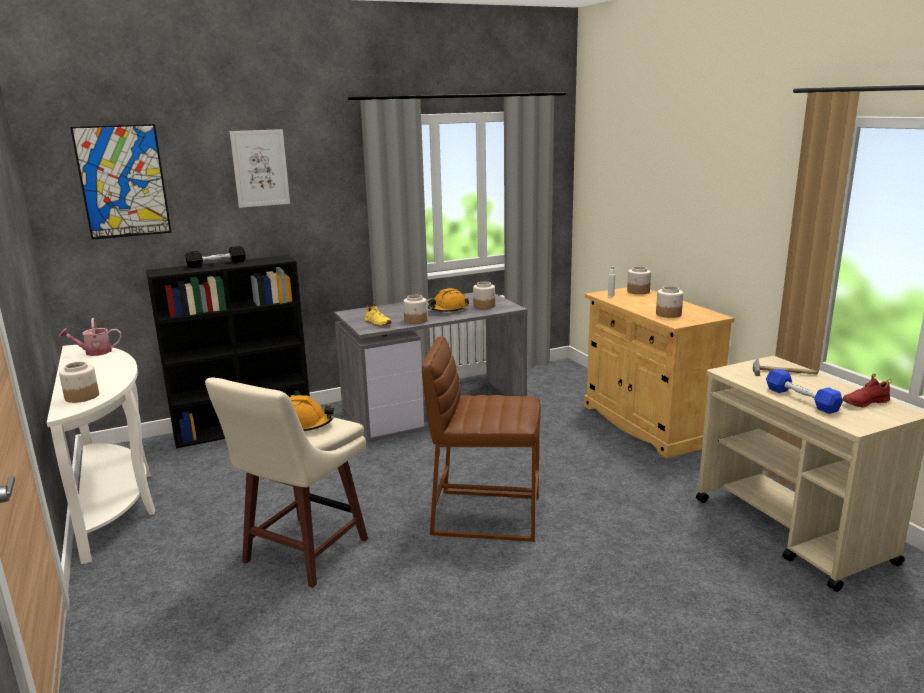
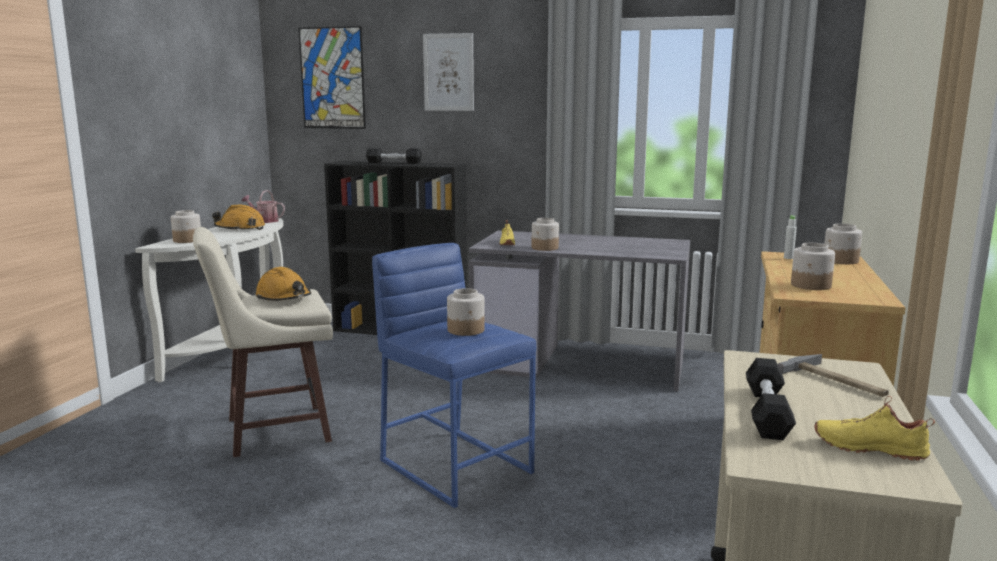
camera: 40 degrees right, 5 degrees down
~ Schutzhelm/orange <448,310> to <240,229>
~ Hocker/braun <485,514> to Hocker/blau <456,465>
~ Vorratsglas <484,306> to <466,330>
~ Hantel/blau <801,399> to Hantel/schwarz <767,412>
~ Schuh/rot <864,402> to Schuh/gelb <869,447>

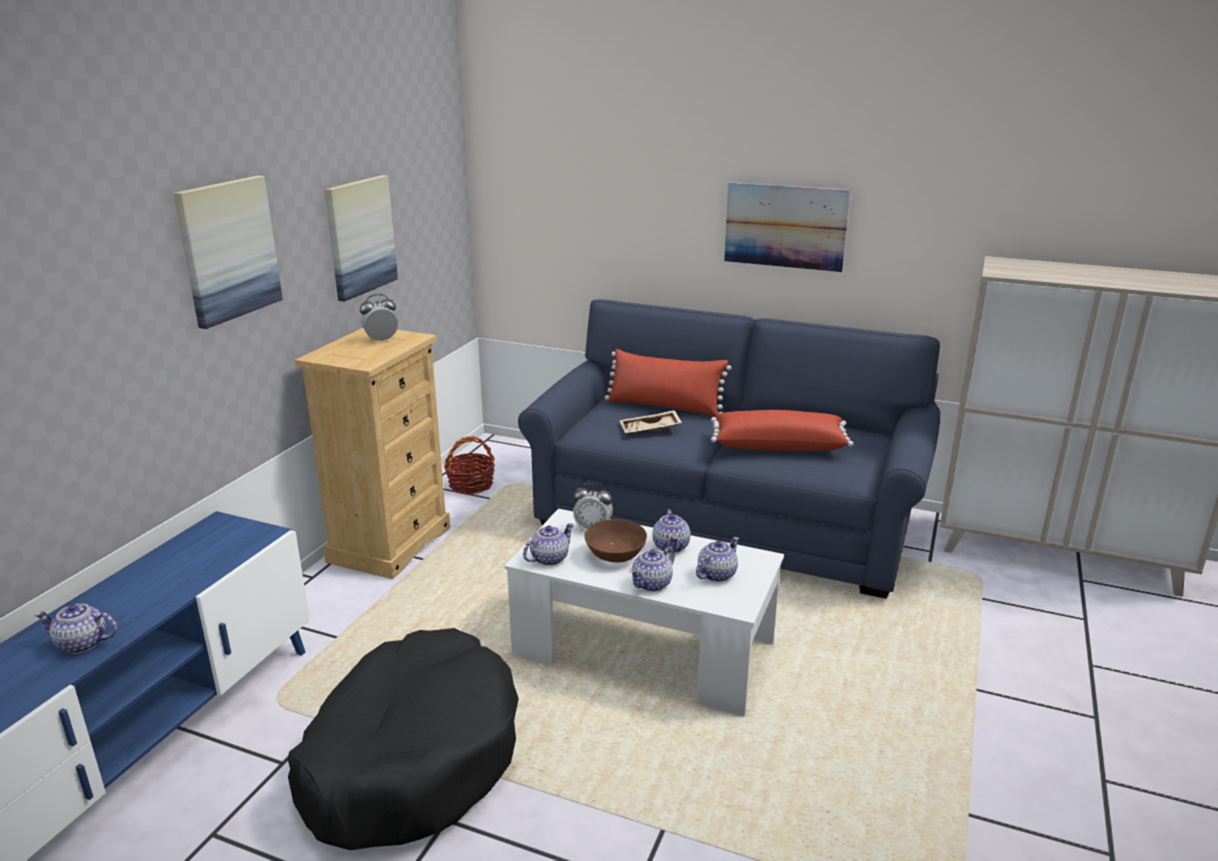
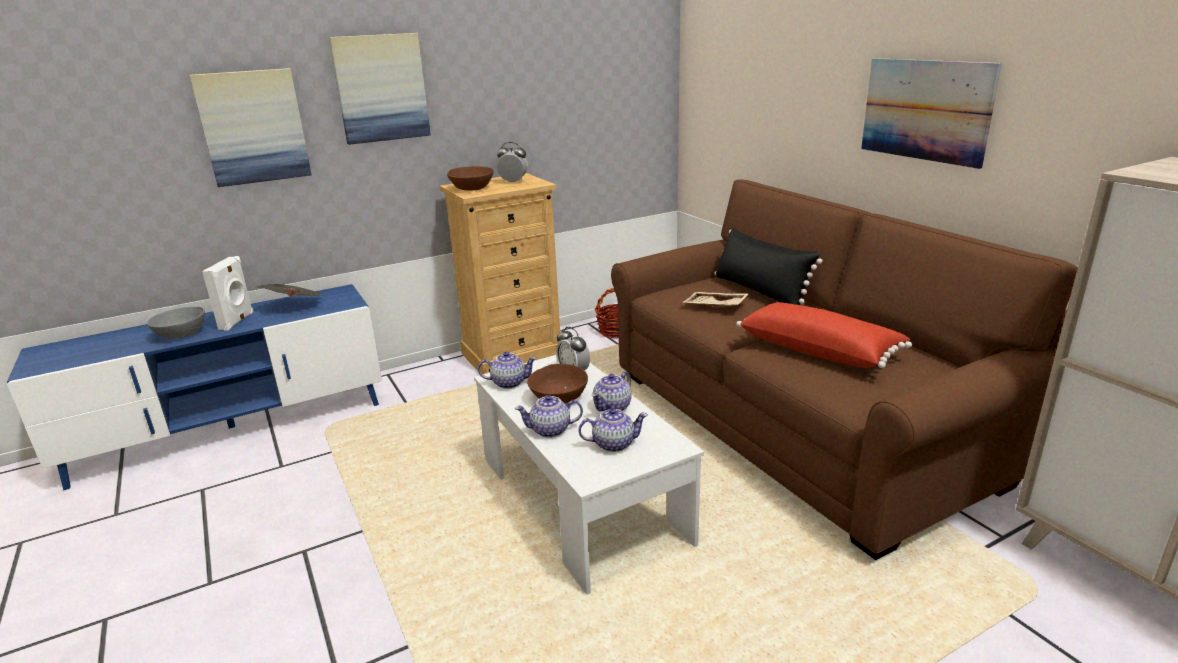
camera: 40 degrees right, 0 degrees up
~ Teekanne <82,644> to Schüssel/grau <181,334>
~ Bild <360,236> to <253,127>
+ Lautsprecher/weiß <237,321>
+ Zeitung <296,306>
+ Schüssel/braun <472,189>
~ Sofa/blau <726,522> to Sofa/braun <793,425>
~ Kissen/rot <664,407> to Kissen/schwarz <760,292>
- Hundebett/schwarz <411,757>

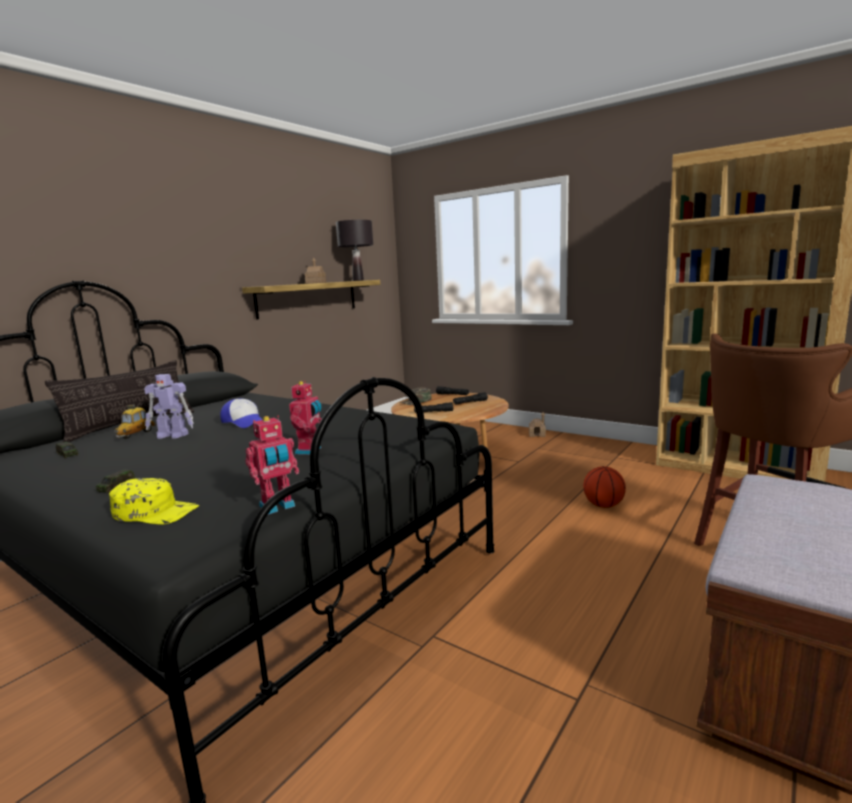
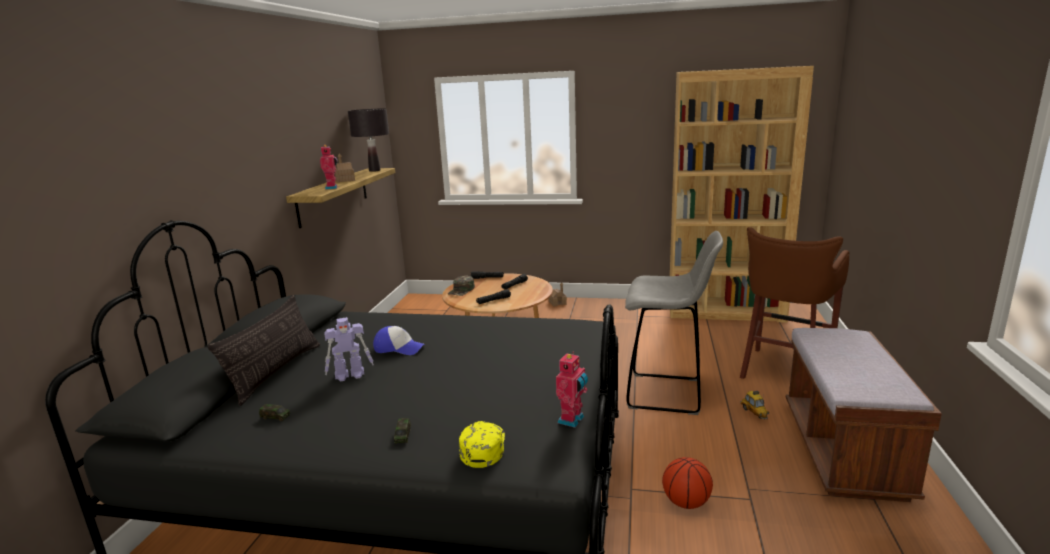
camera: 25 degrees left, 5 degrees up
~ Spielzeugroboter <310,451> to <332,187>
~ Kappe/gelb <156,511> = <482,446> 75 degrees counterclockwise
+ Hocker/grau <667,394>
~ Basketball <603,505> to <686,502>
~ Spielzeugauto <136,434> to <754,413>

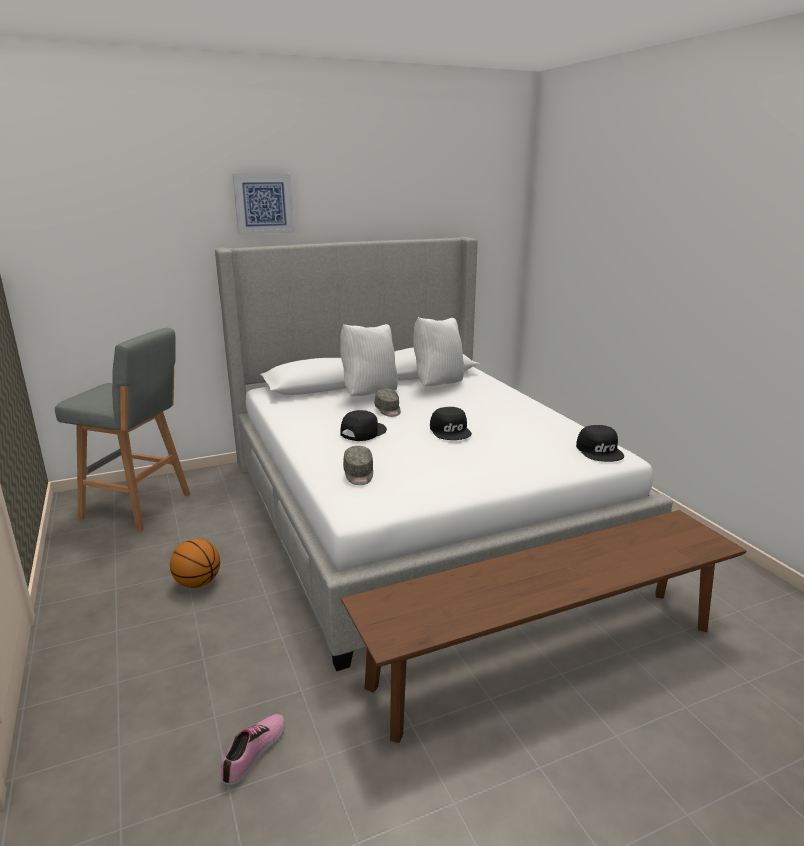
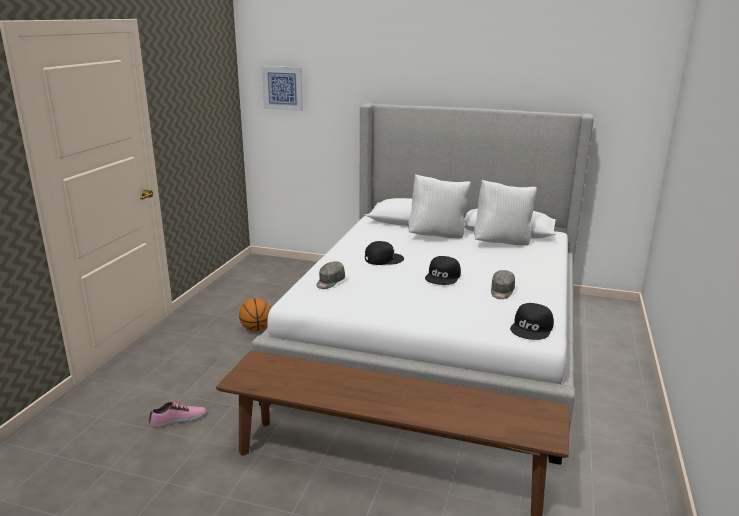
camera: 40 degrees right, 0 degrees up
~ Bild <263,203> to <283,88>
~ Kappe/grau <388,410> to <501,291>
- Hocker/grau <139,507>

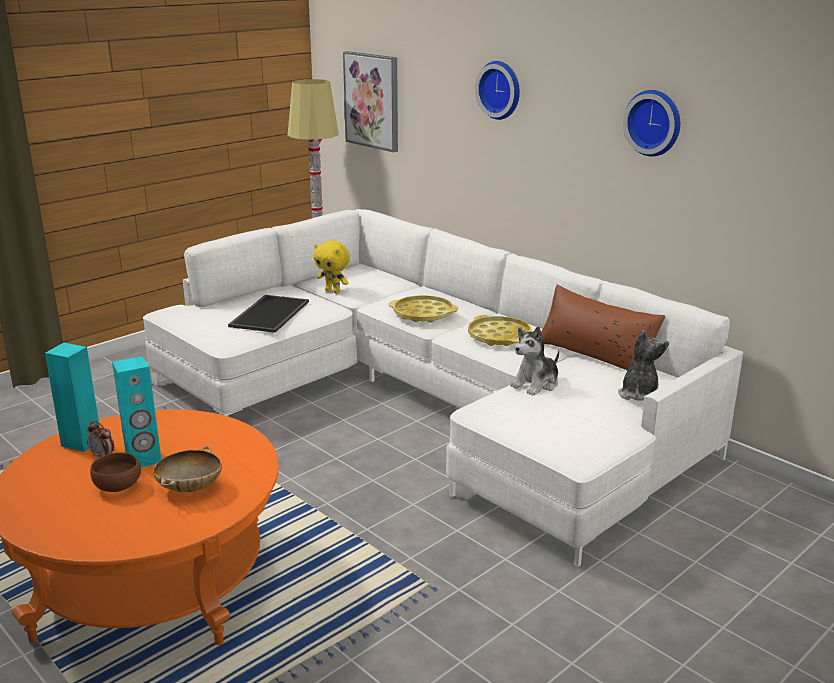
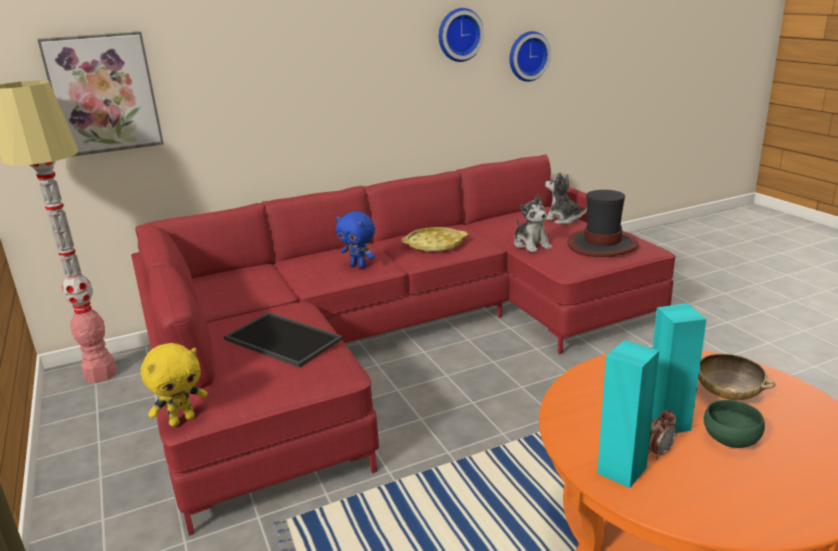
camera: 70 degrees left, 0 degrees up
~ Sofa/weiß <428,403> to Sofa/rot <393,341>
~ Plüschtier/gelb <333,291> to <182,420>
~ Tablett/gelb <423,314> to Plüschtier/blau <359,266>
~ Wanduhr <501,90> to <527,56>
+ Hut <602,245>
~ Schüssel/braun <118,486> to Schüssel/grün <729,439>
- Kissen/braun <595,355>

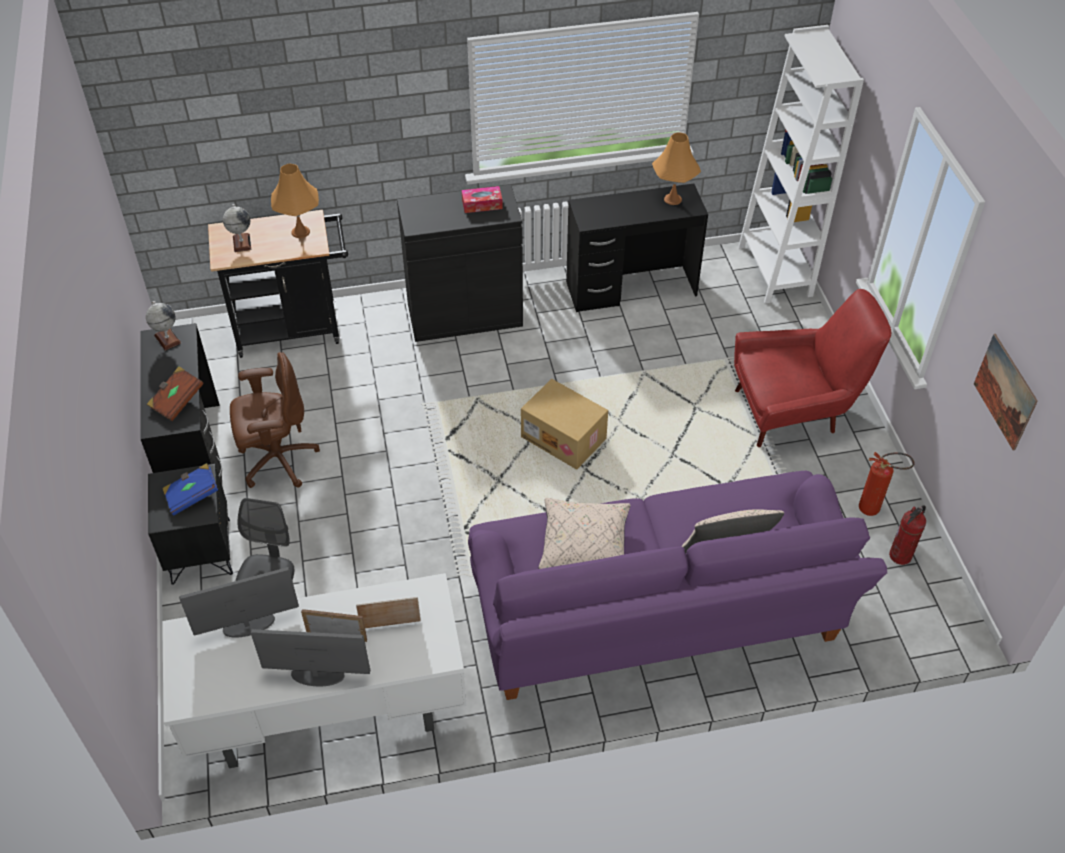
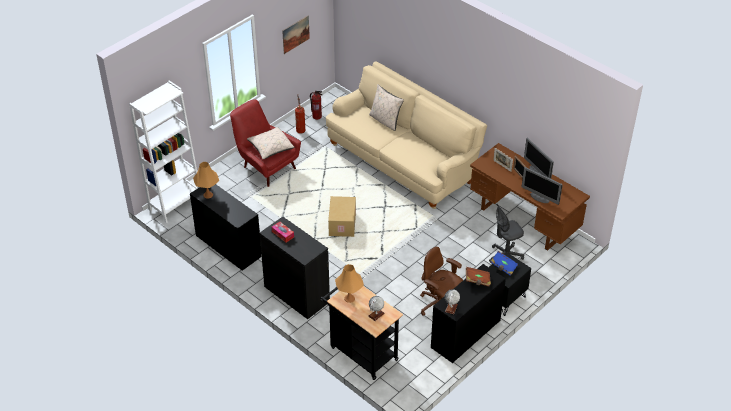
camera: 125 degrees left, 5 degrees down
~ Kissen/beige <584,547> to <271,148>
~ Sofa/lila <657,619> to Sofa/beige <403,161>
~ Schreibtisch/weiß <328,716> to Schreibtisch/braun <524,221>

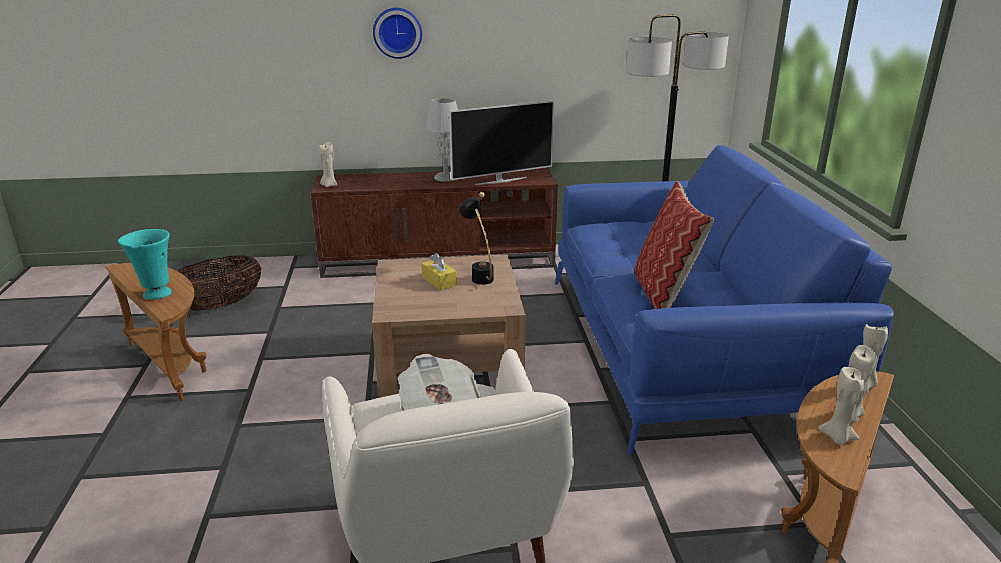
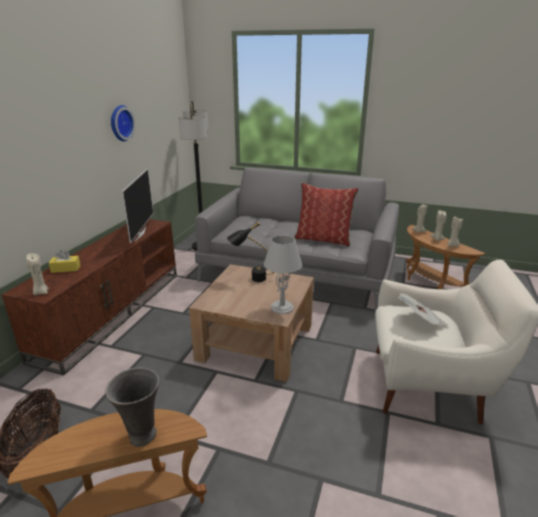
camera: 65 degrees left, 0 degrees up
~ Taschentuchbox/gelb <439,281> to <66,269>
~ Vase/türkis <156,294> to Vase/grau <141,436>
~ Wanduhr <397,32> to <120,123>
~ Sofa/blau <684,349> to Sofa/grau <299,270>
~ Tischlampe/grau <445,177> to <282,307>

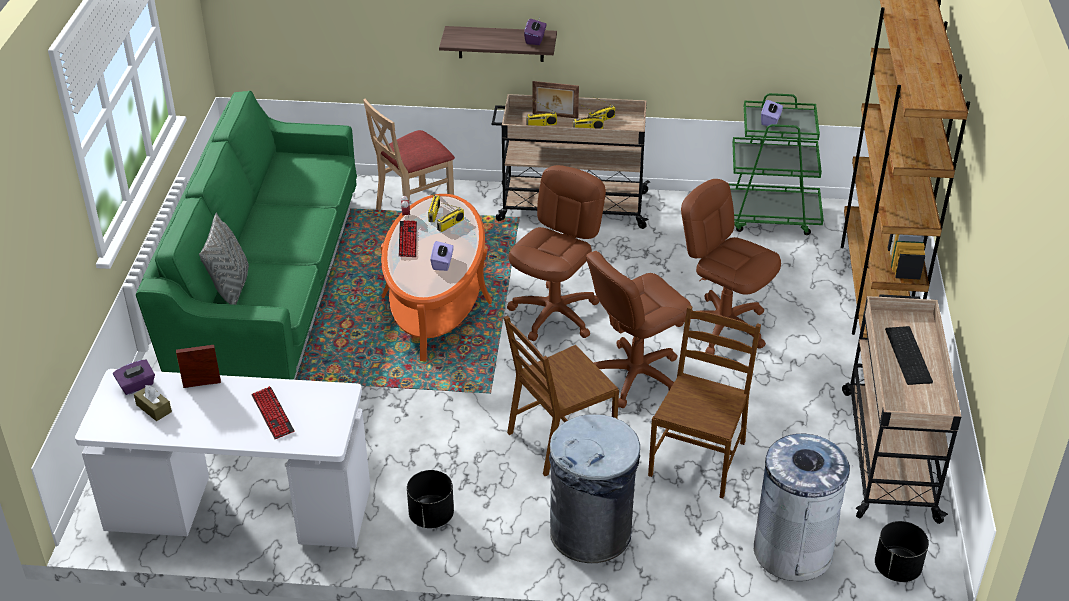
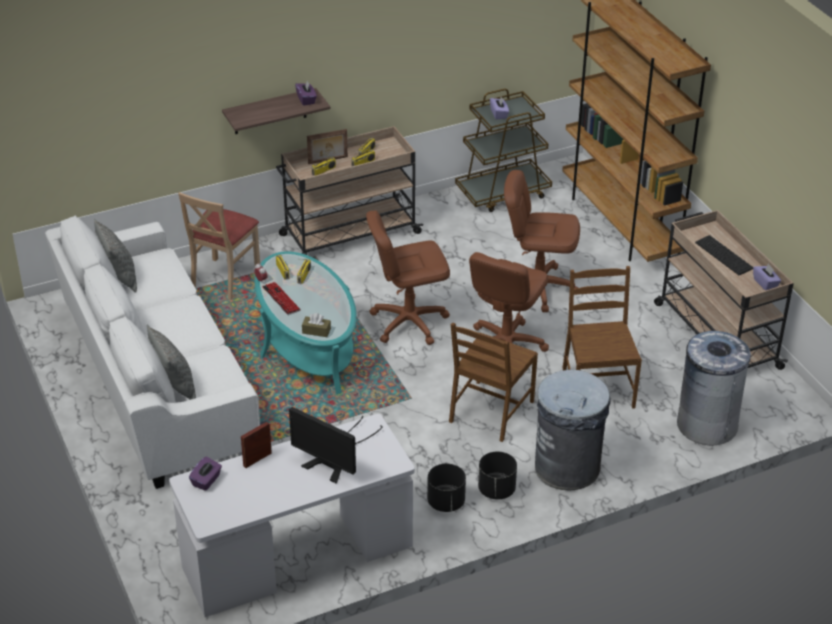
camera: 30 degrees left, 0 degrees up
~ Sofa/grün <269,285> to Sofa/weiß <157,381>
+ Kissen/grau <120,277>
~ Couchtisch/orange <436,300> to Couchtisch/türkis <307,343>
~ Tastatur <273,414> to Monitor <334,459>
~ Taschentuchbox/braun <154,408> to <316,331>
~ Bürostuhl/braun <555,314> = <408,322> 105 degrees counterclockwise
~ Rollwagen/grün <769,216> to Rollwagen/braun <503,192>
~ Pflanzkübel/schwarz <897,568> to <496,490>
~ Taschentuchbox/lila <442,263> to <765,283>

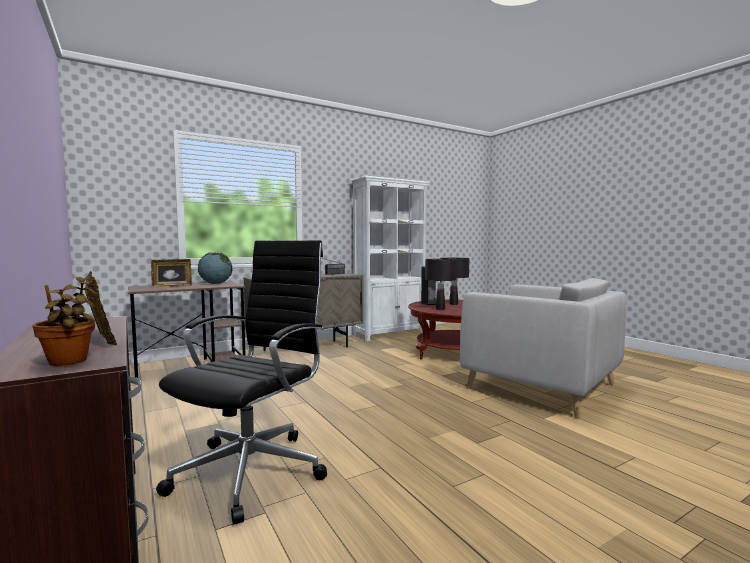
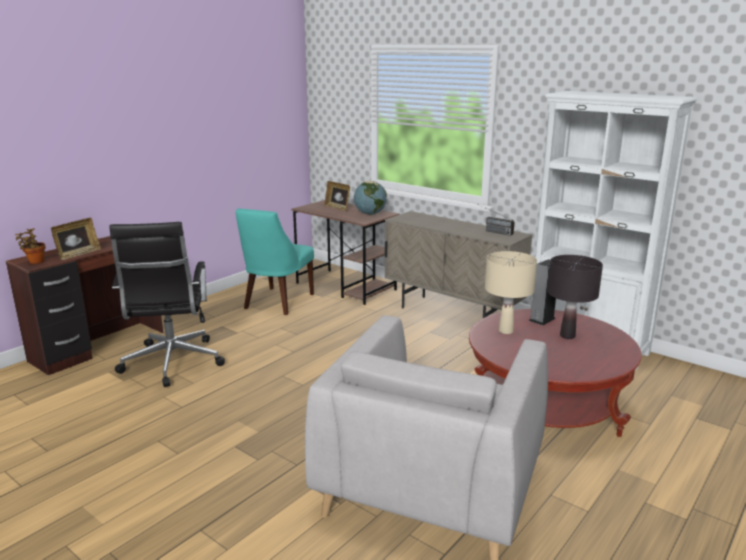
camera: 70 degrees right, 15 degrees up
~ Bürostuhl/schwarz <253,469> = <172,363> 75 degrees clockwise
+ Stuhl/türkis <277,302>
~ Tischlampe/schwarz <440,309> to Tischlampe/beige <505,331>

